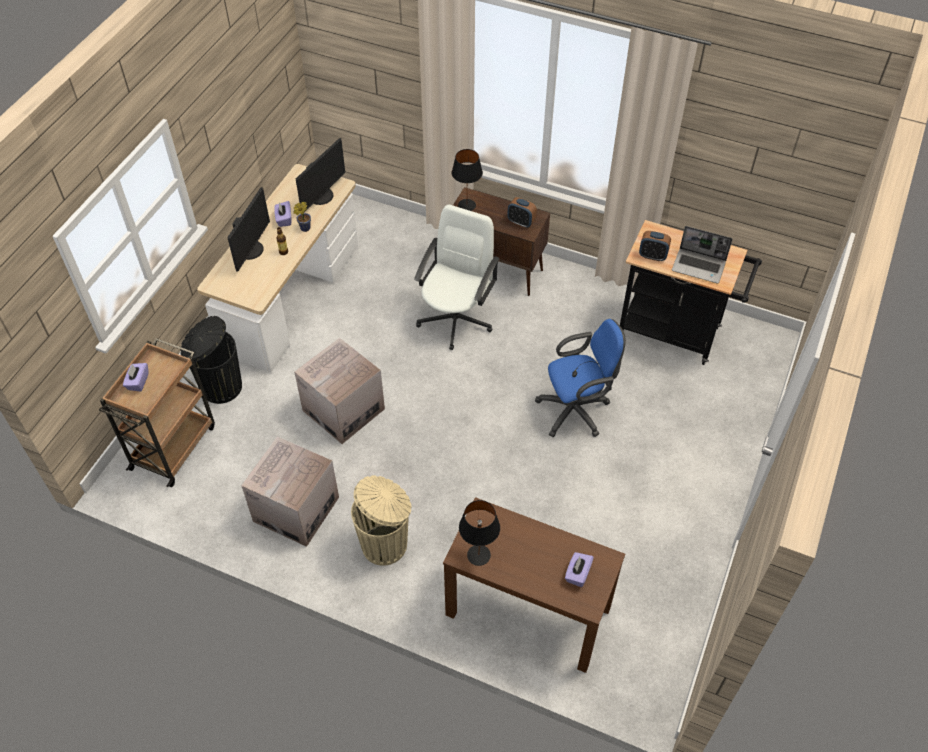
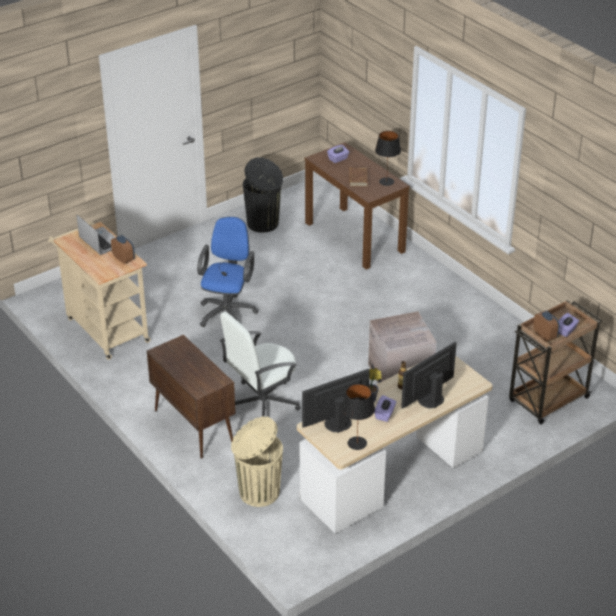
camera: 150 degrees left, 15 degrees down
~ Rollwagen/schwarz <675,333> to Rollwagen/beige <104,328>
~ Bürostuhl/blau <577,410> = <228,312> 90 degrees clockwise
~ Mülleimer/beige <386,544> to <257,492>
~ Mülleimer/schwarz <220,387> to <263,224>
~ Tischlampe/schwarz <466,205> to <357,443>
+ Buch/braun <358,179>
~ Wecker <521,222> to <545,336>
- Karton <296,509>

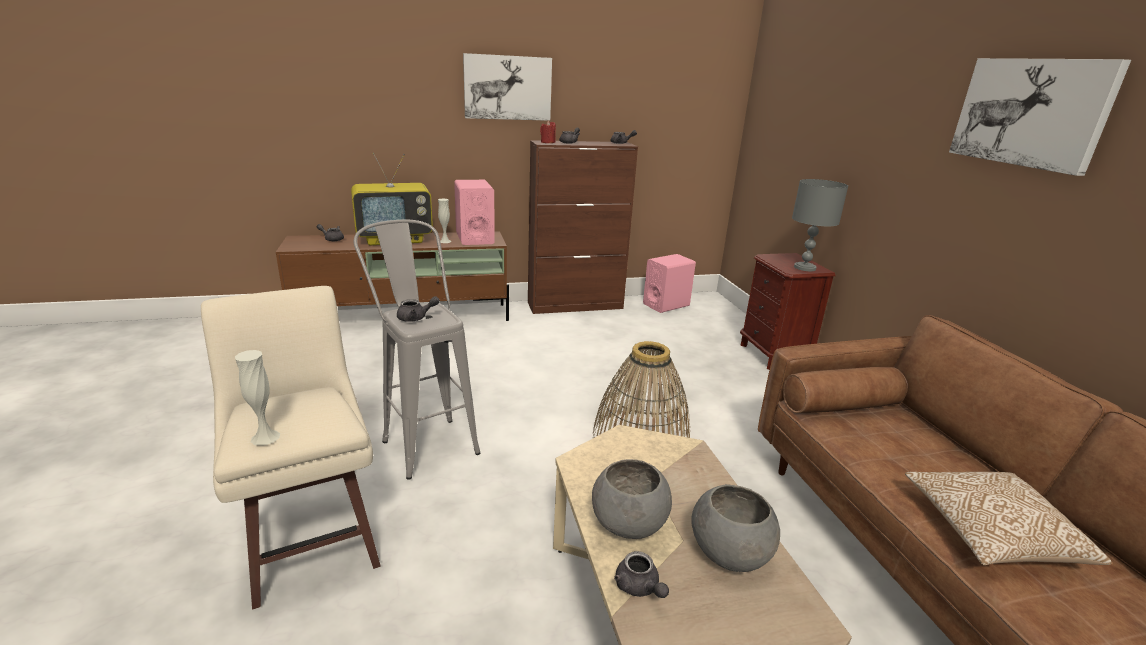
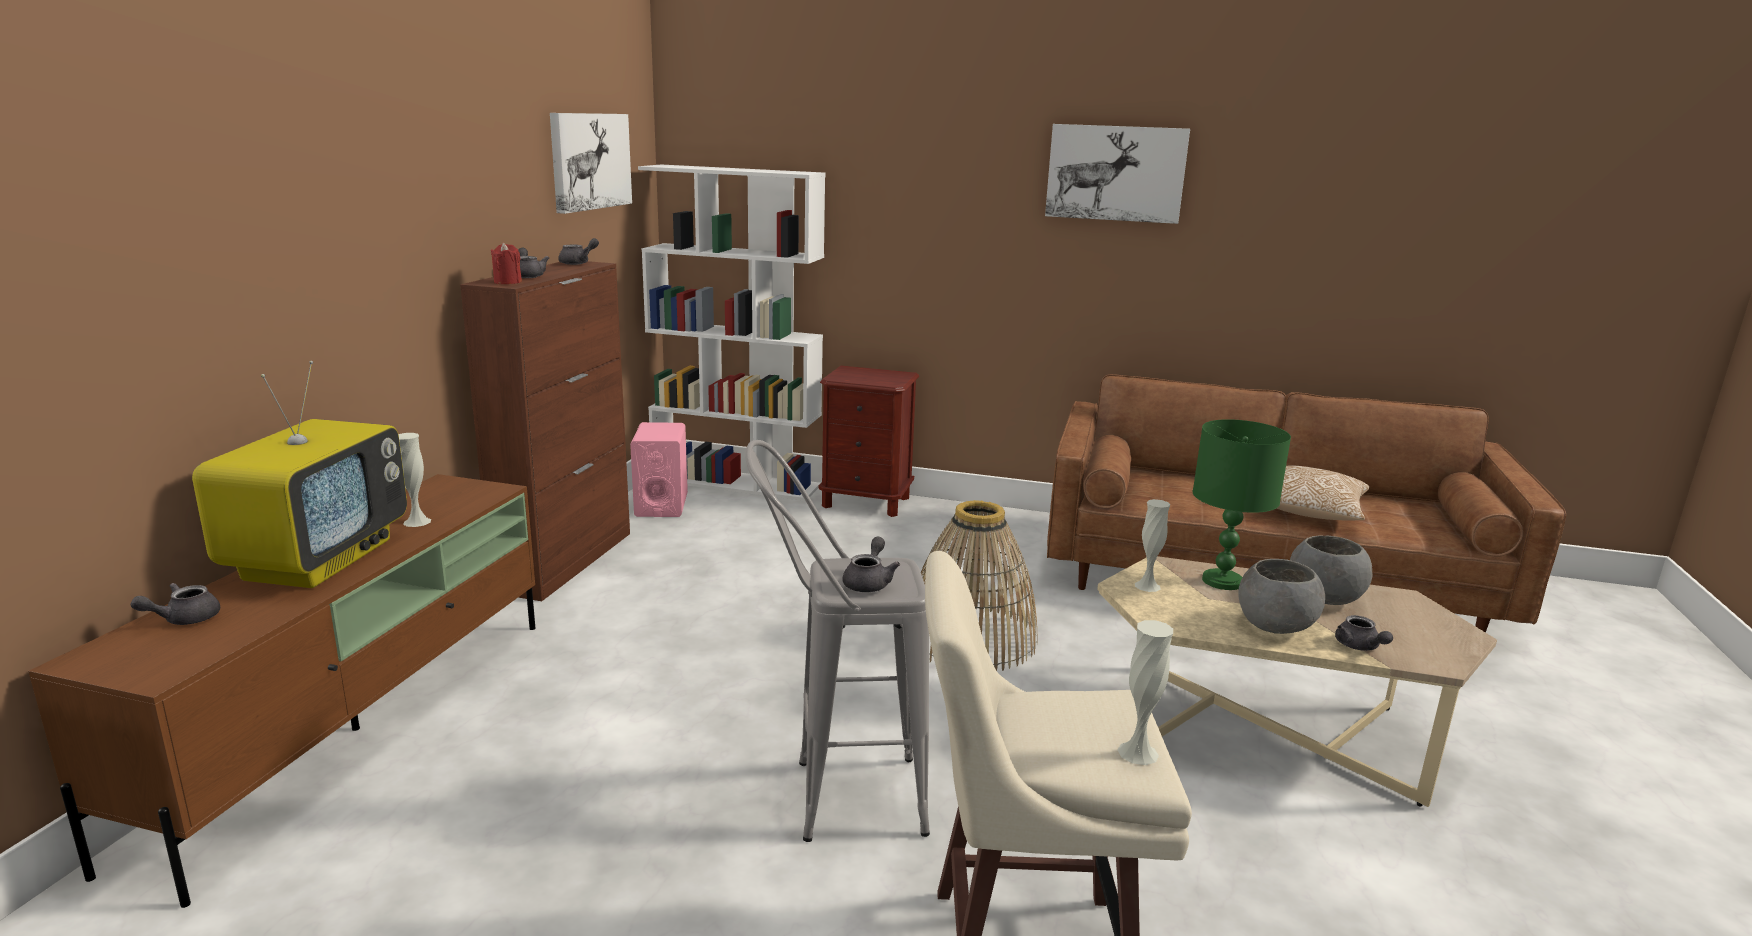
camera: 60 degrees left, 5 degrees down
~ Bild <507,87> to <589,161>
+ Bücherregal/weiß <737,483>
+ Vase/weiß <1147,586>
+ Tischlampe/grün <1221,581>
~ Teekanne/grau <639,588> = <1359,647> 75 degrees clockwise
- Lautsprecher/rosa <474,238>
- Tischlampe/grau <804,268>

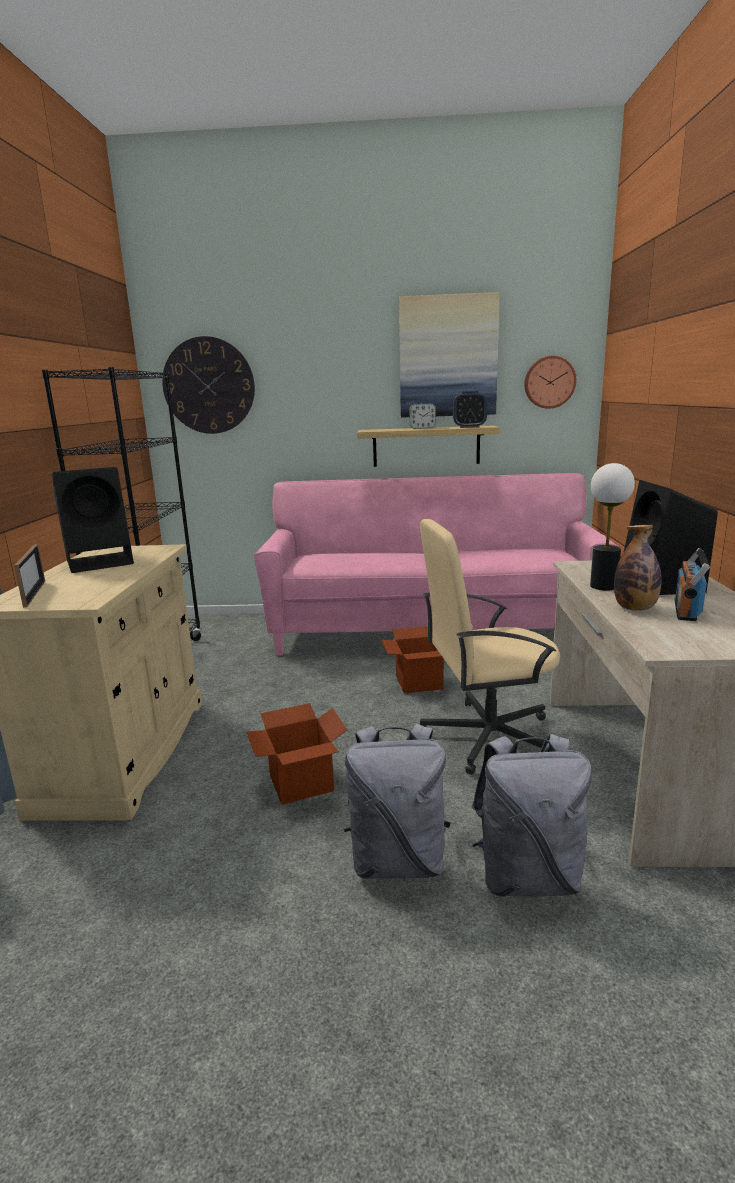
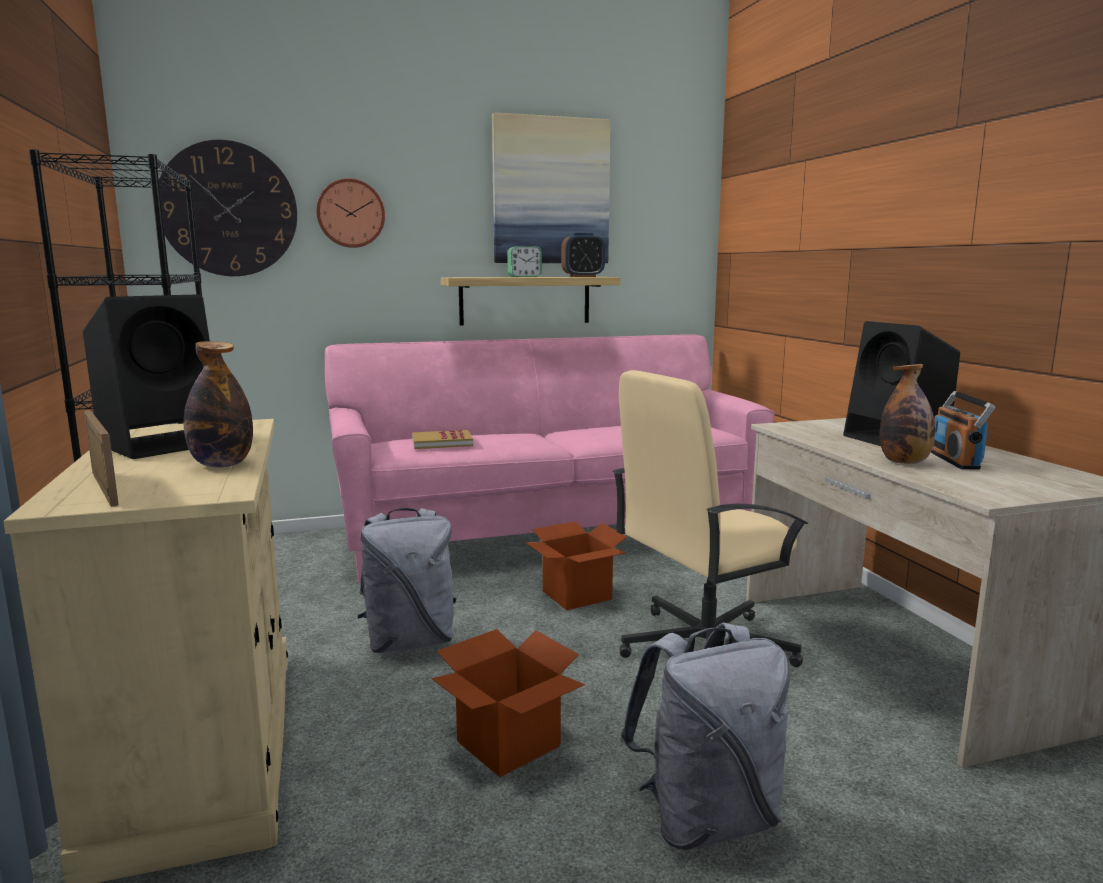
camera: 20 degrees left, 5 degrees down
+ Flasche <222,464>
~ Wanduhr <549,382> to <350,213>
~ Rucksack/grau <527,877> to <410,642>
+ Buch <442,442>
- Tischlampe <603,586>

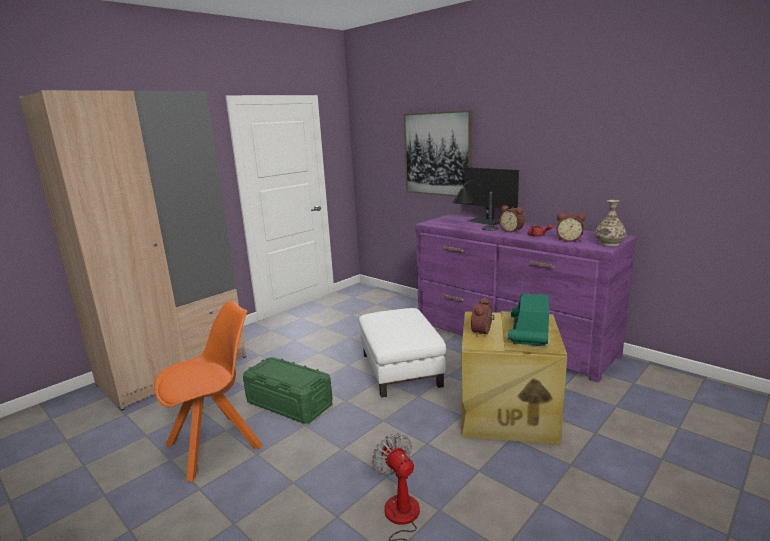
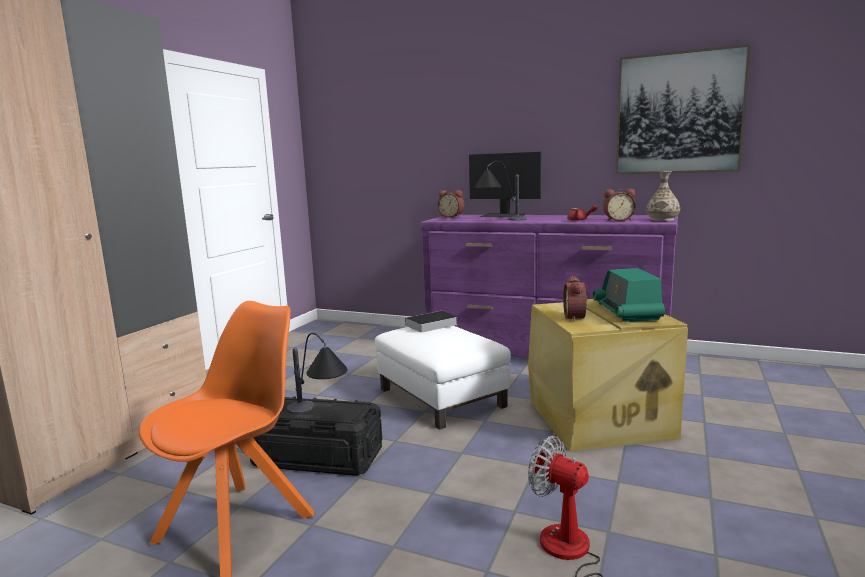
camera: 20 degrees left, 5 degrees down
~ Aufbewahrungsbox/grün <289,403> to Aufbewahrungsbox/schwarz <317,457>
+ Tischlampe <319,414>
+ Buch <430,325>
~ Wecker <512,231> to <452,217>
~ Bild <438,154> to <678,113>

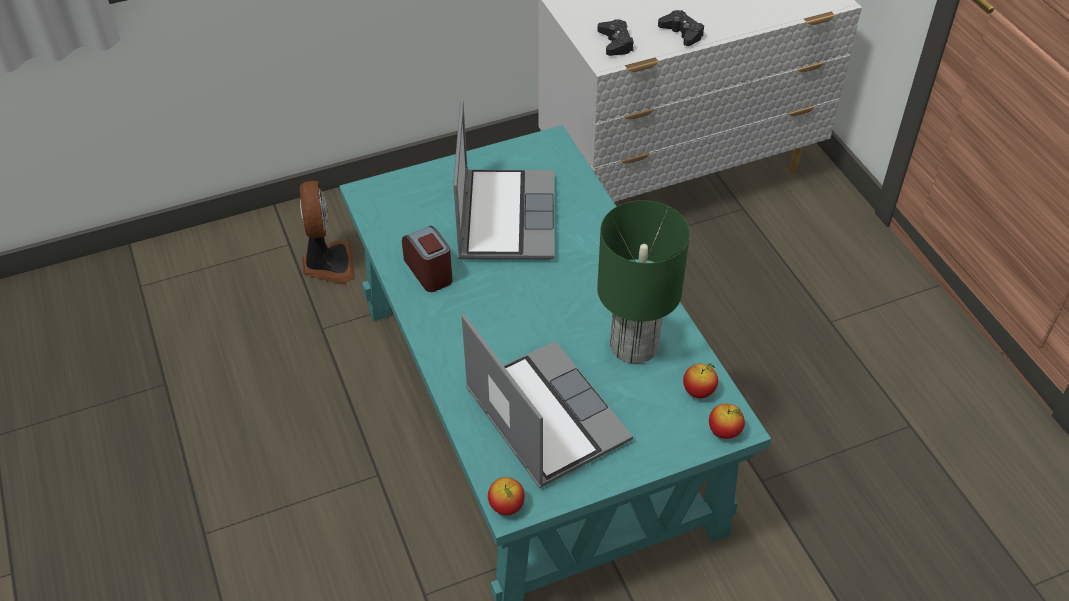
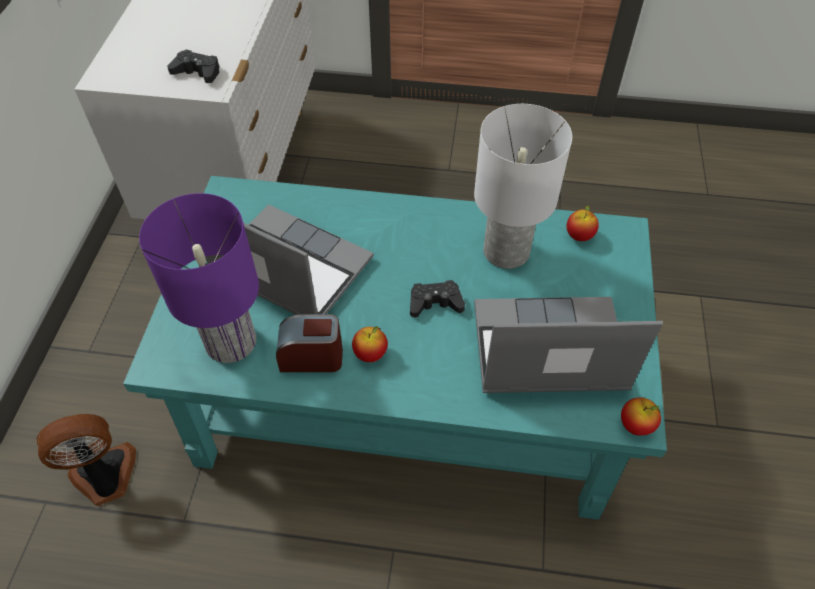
camera: 60 degrees left, 5 degrees up
~ Ventilator <327,264> = <105,477> 45 degrees counterclockwise
+ Tischlampe/lila <230,343>
~ Apfel <724,432> to <370,354>
~ Gamepad/schwarz <682,33> to <435,303>
~ Tischlampe/grün <633,344> to Tischlampe/weiß <504,251>

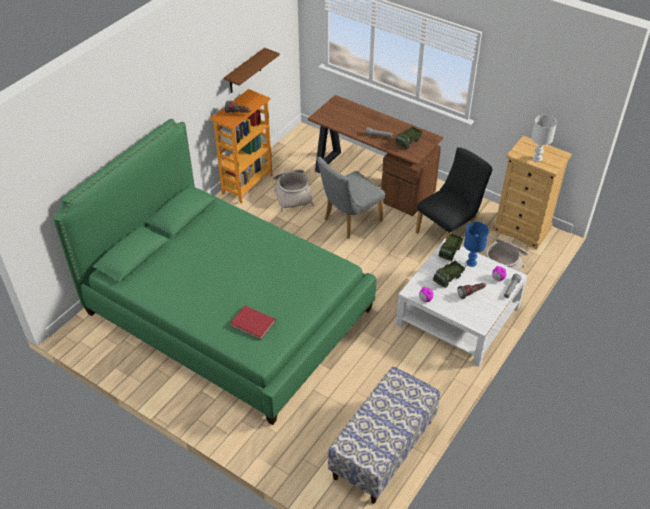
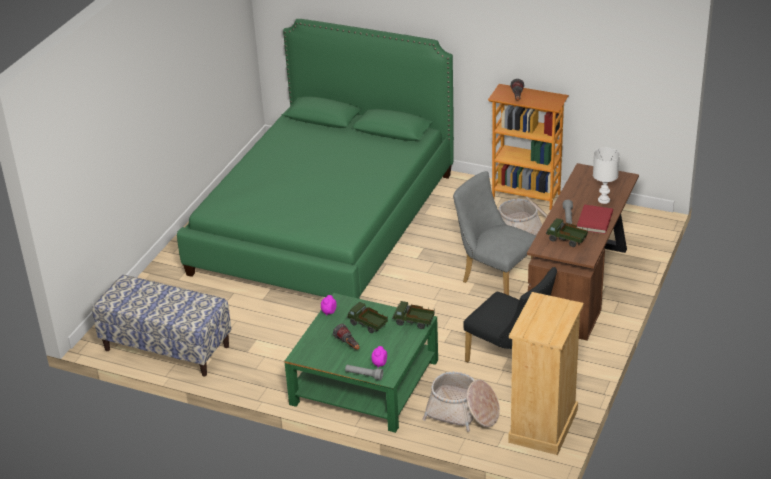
camera: 80 degrees right, 10 degrees down
~ Couchtisch/weiß <458,315> to Couchtisch/grün <364,382>
~ Buch/rot <252,324> to <593,220>
~ Tischlampe/weiß <537,158> to <604,200>
- Wandregal/braun <245,71>
- Tischlampe/blau <471,262>

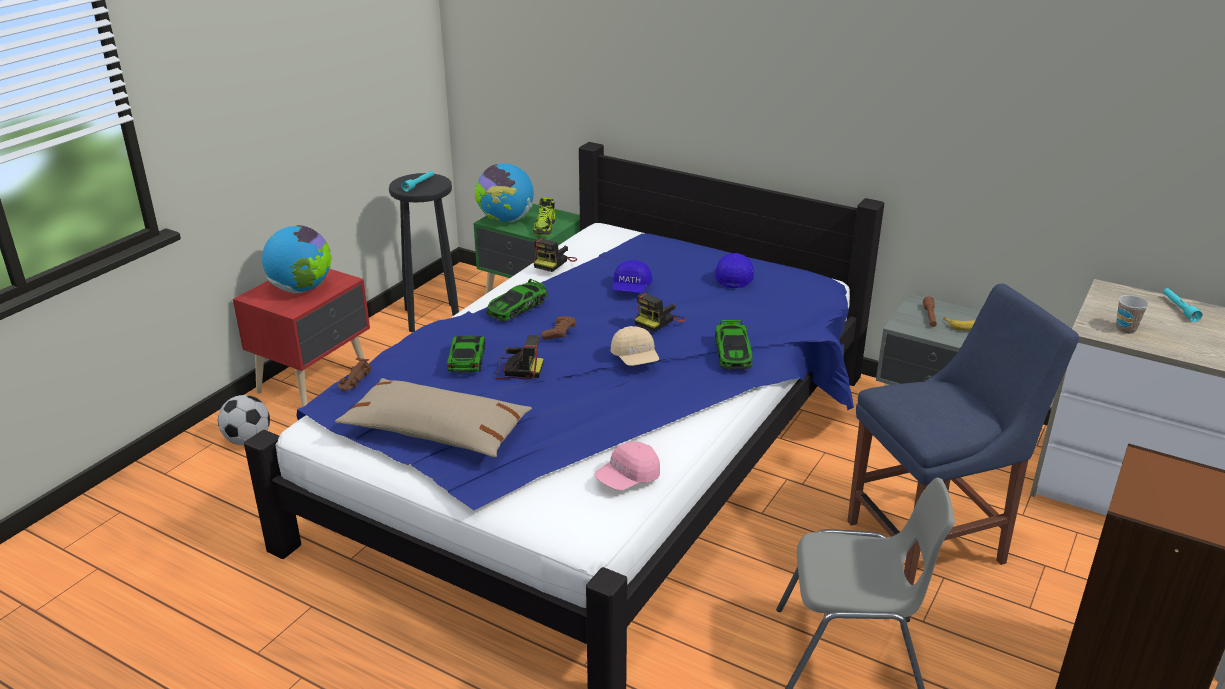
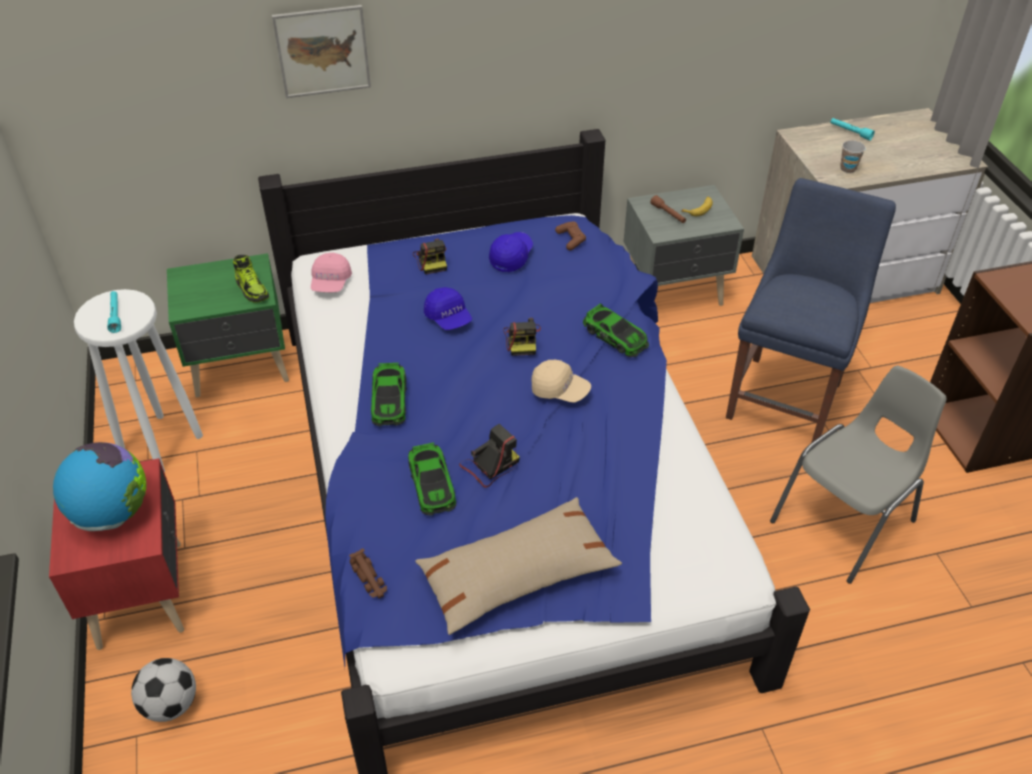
camera: 45 degrees left, 15 degrees up
~ Hocker/schwarz <432,317> to Hocker/weiß <160,442>
+ Bild <322,51>
~ Kappe/rosa <627,479> to <331,283>
~ Spielzeugauto <467,359> = <432,484> 150 degrees counterclockwise
~ Kamera <554,263> to <432,260>
~ Kappe/blau <734,277> = <511,256> 60 degrees clockwise
~ Gamepad/braun <559,333> to <571,239>
- Globus <505,220>

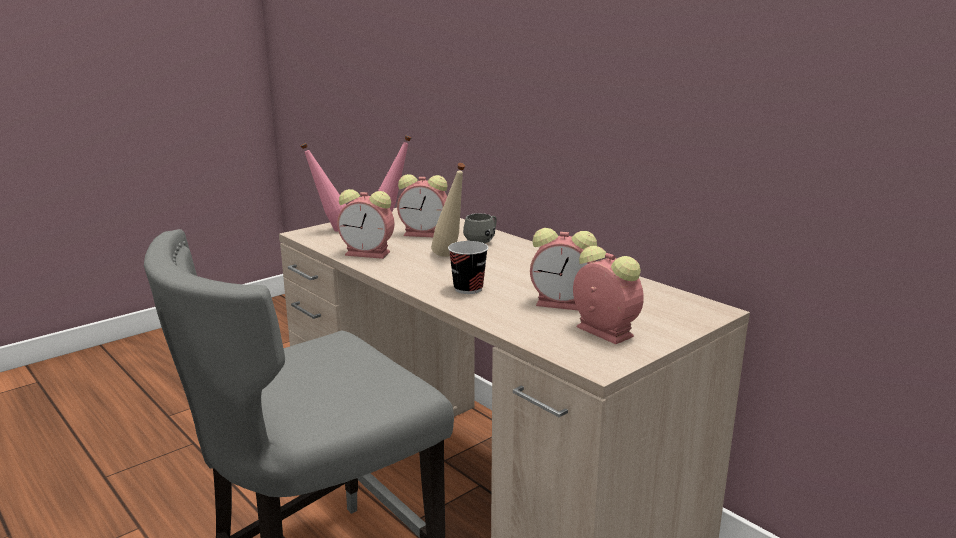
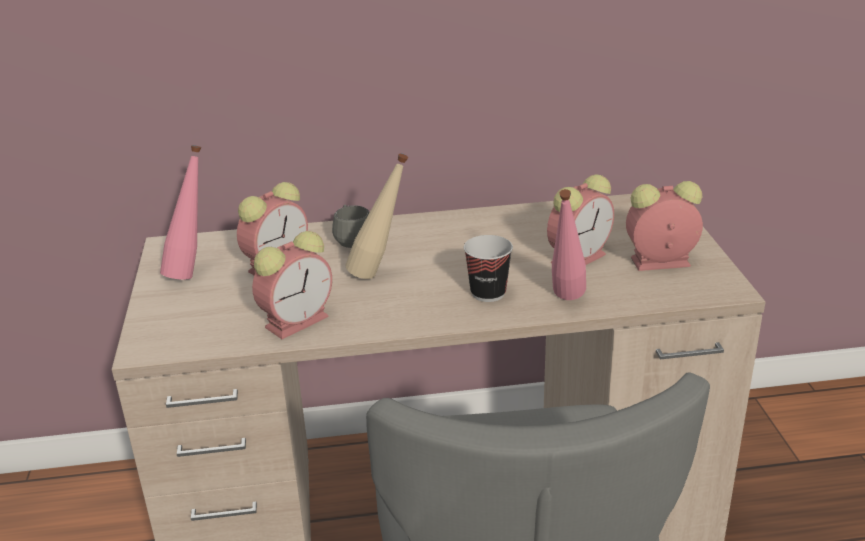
camera: 55 degrees left, 10 degrees up
~ Flasche/rosa <331,231> to <565,302>

